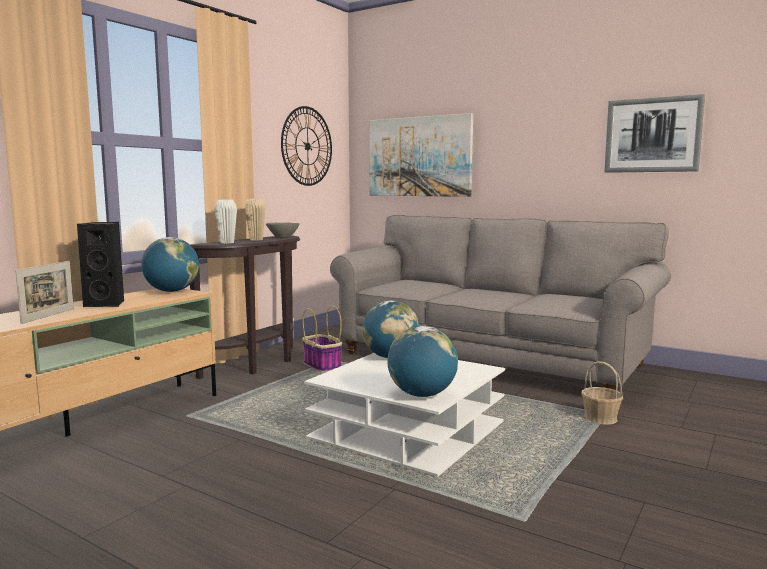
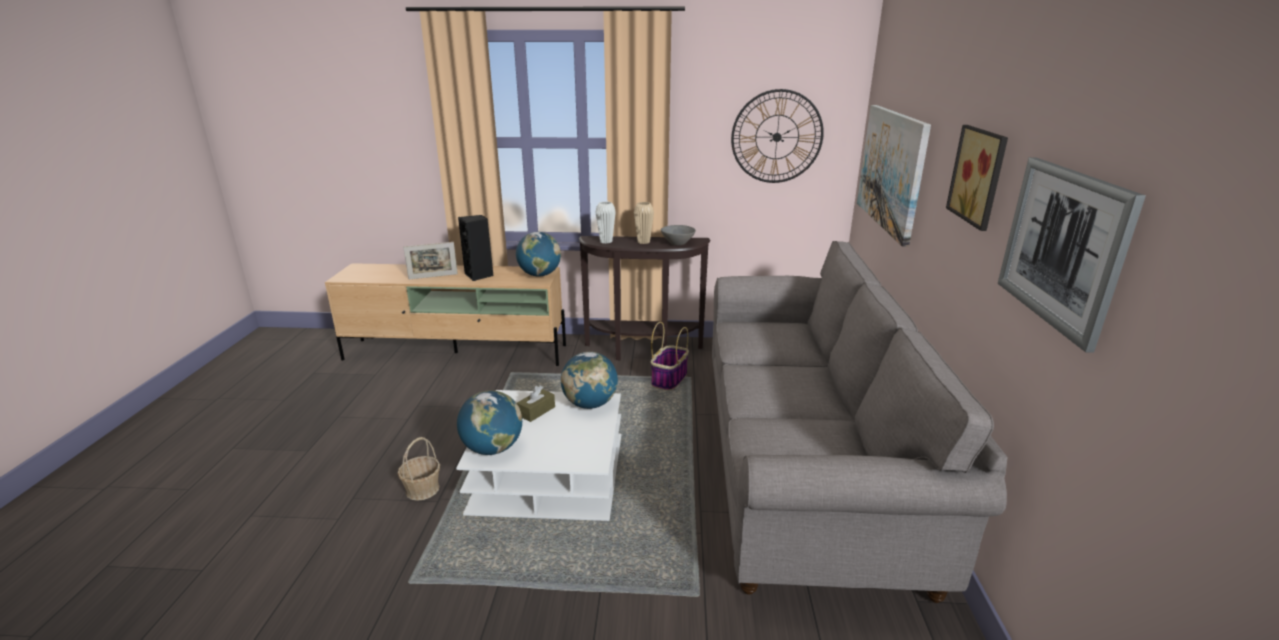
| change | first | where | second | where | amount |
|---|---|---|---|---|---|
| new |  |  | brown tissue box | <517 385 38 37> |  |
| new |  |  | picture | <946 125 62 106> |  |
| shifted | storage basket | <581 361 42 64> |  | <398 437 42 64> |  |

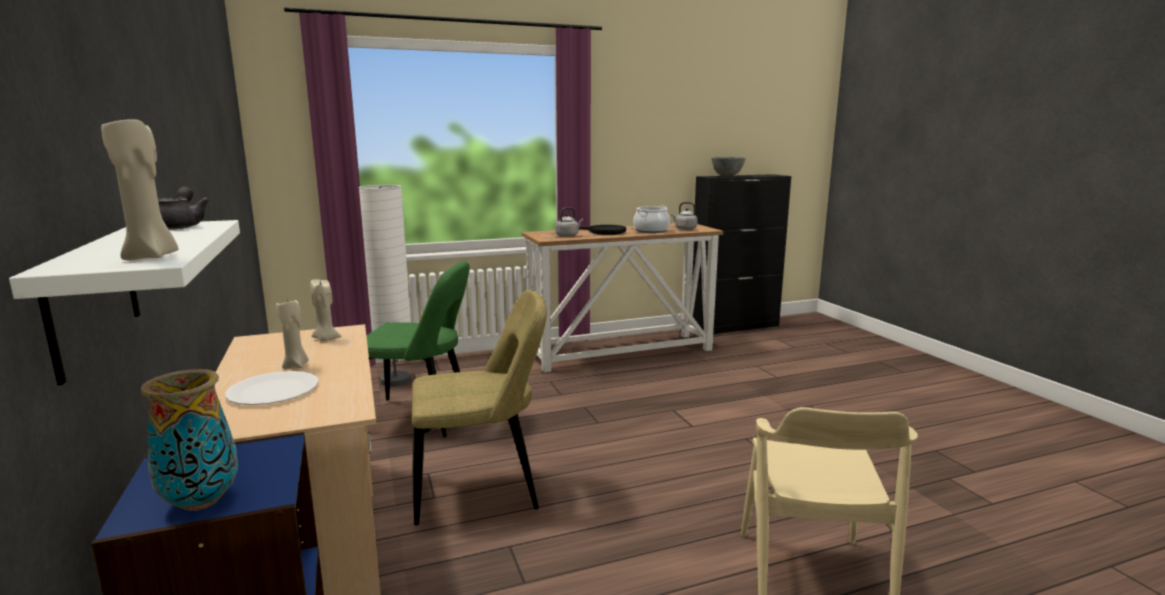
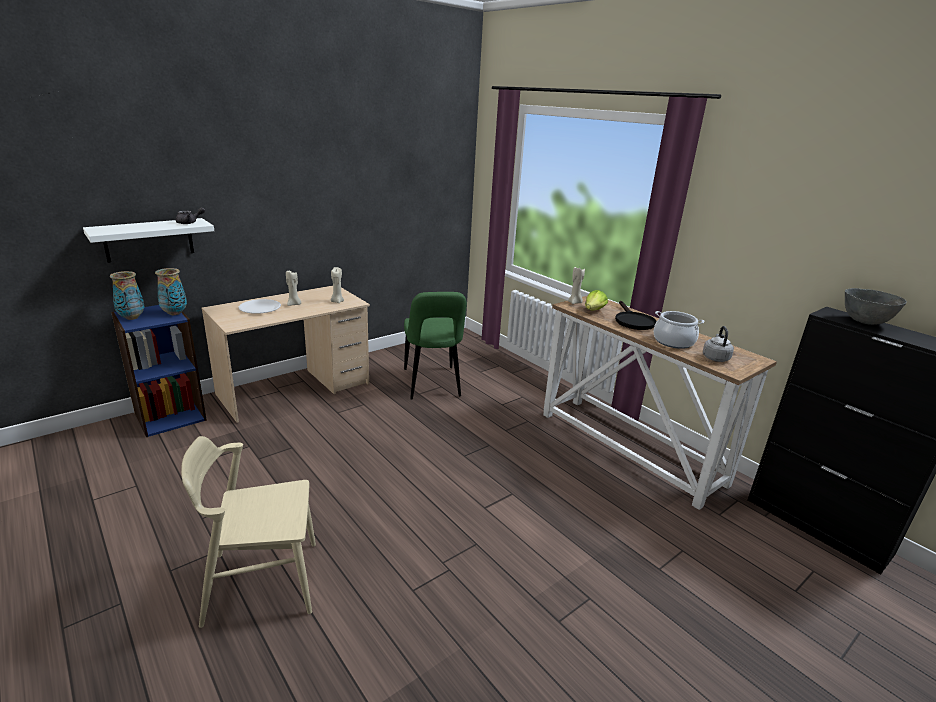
| change | first | where | second | where | amount |
|---|---|---|---|---|---|
| gone | white-coloured standard lamp | <359 185 52 202> |  |  |  |
| gone | beige-coloured upright chair | <412 290 135 235> |  |  |  |
| new |  |  | decorative vase | <155 268 32 47> |  |
| shifted | beige-coloured wax light | <101 118 78 143> |  | <568 267 17 37> |  |
| swapped | greyish water kettle | <555 207 28 30> | lettuce | <585 290 23 20> |  |

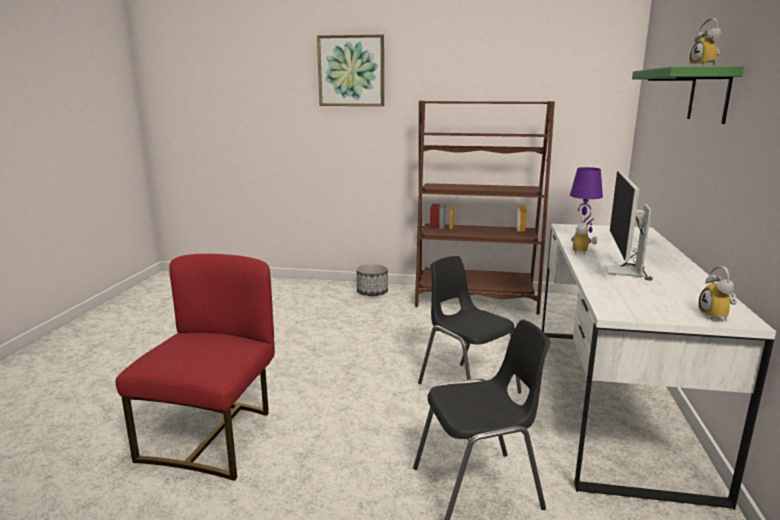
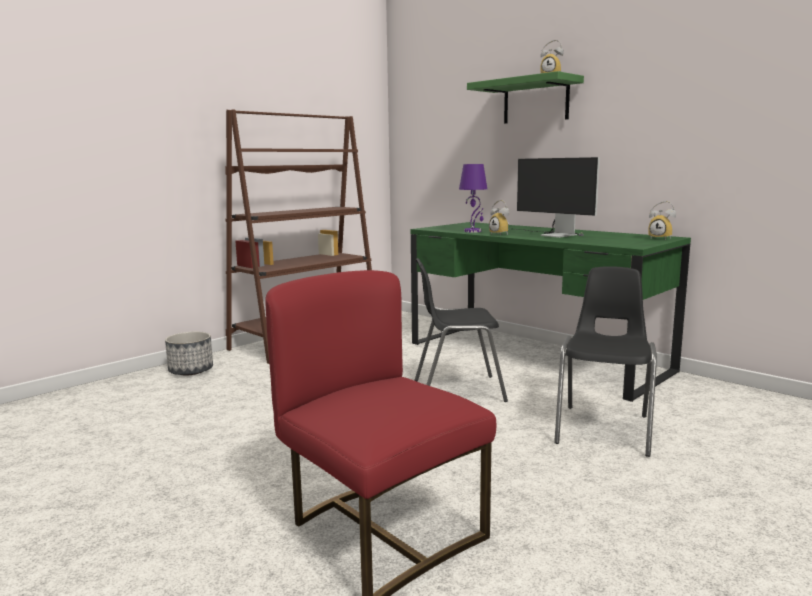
| change | first | where | second | where | amount |
|---|---|---|---|---|---|
| gone | picture | <317 34 67 72> |  |  |  |
| repainted | white-coloured desk table | <542 224 234 286> | green-coloured desk table | <411 222 280 180> |  |

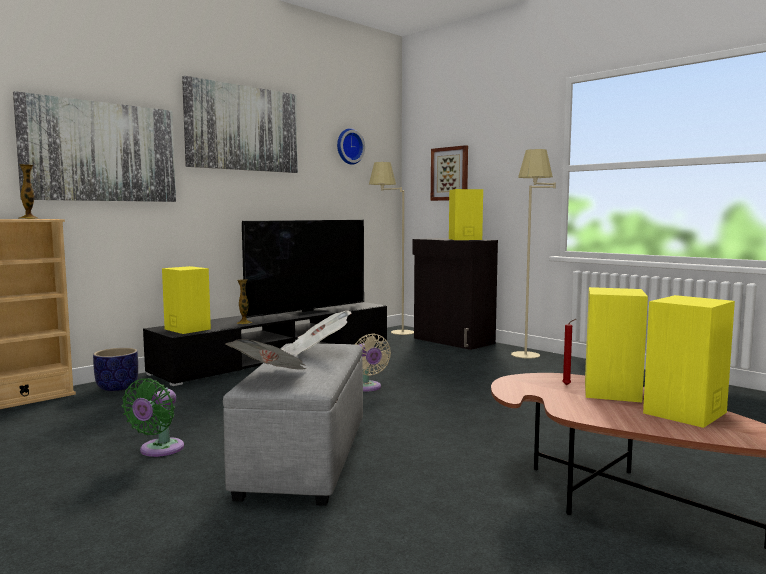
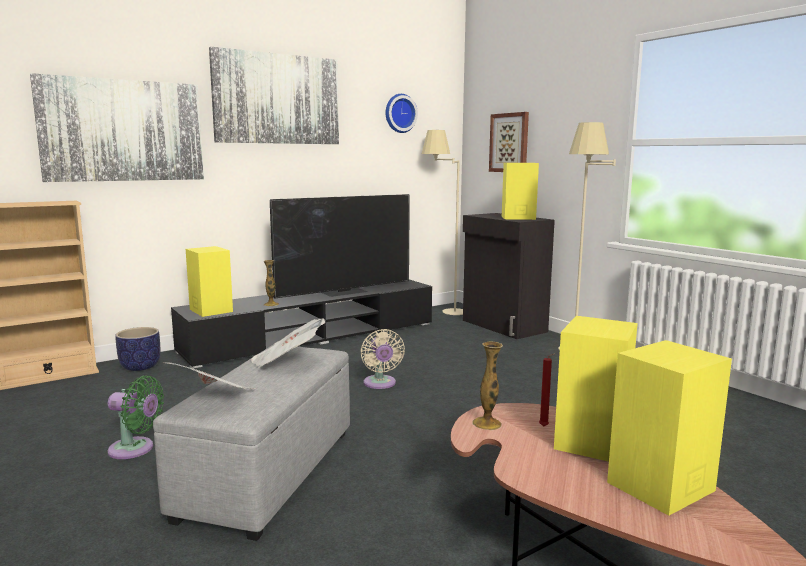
| change | first | where | second | where | amount |
|---|---|---|---|---|---|
| shifted | decorative vase | <18 164 21 55> |  | <472 342 31 88> |  |
| rotated | green-coloured fan | <122 378 62 79> |  | <107 376 57 83> | 105 degrees counterclockwise |

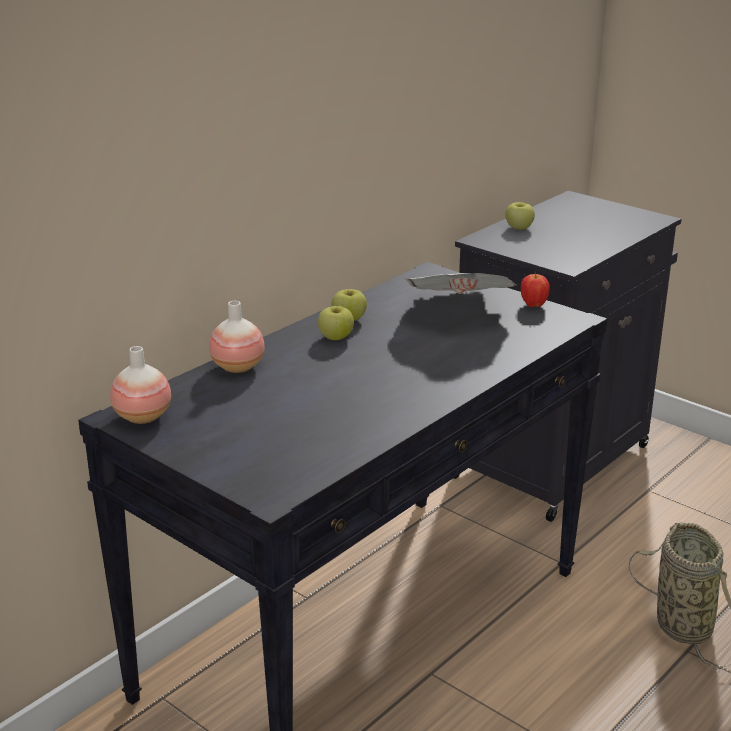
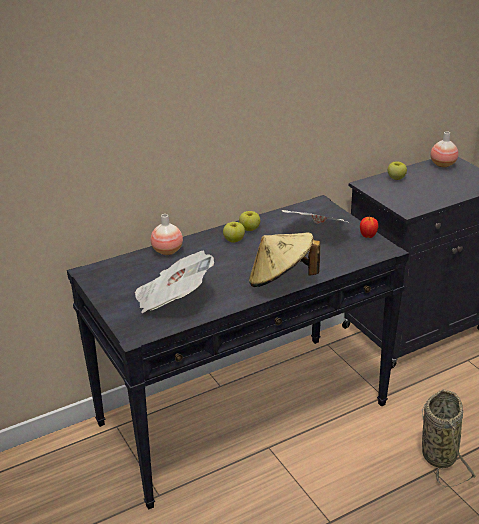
| change | first | where | second | where | amount |
|---|---|---|---|---|---|
| new |  |  | printed paper | <135 251 79 62> |  |
| new |  |  | beige-coloured hat | <249 232 71 55> |  |
| shifted | decorative vase | <110 346 61 78> |  | <430 131 28 37> |  |

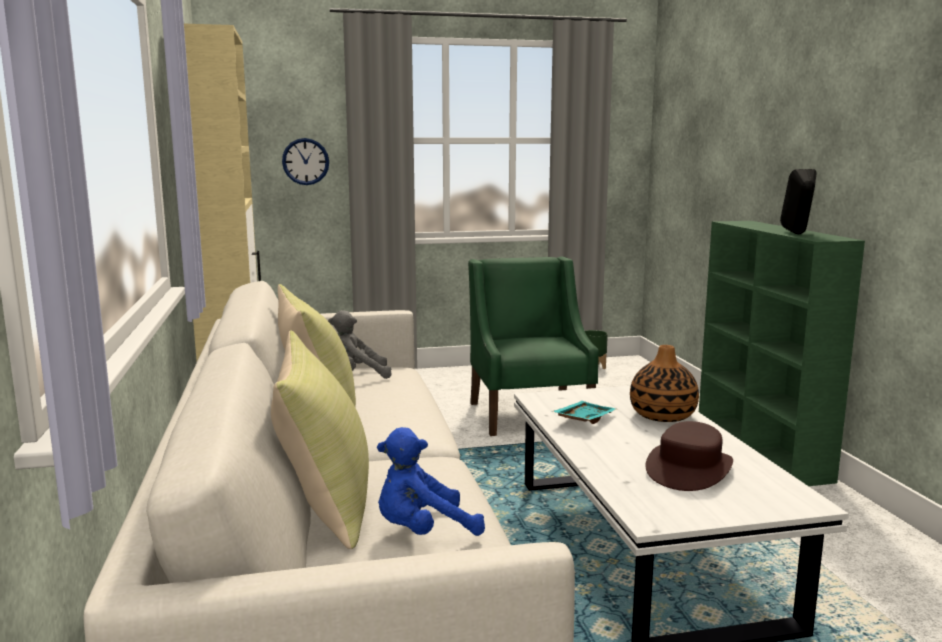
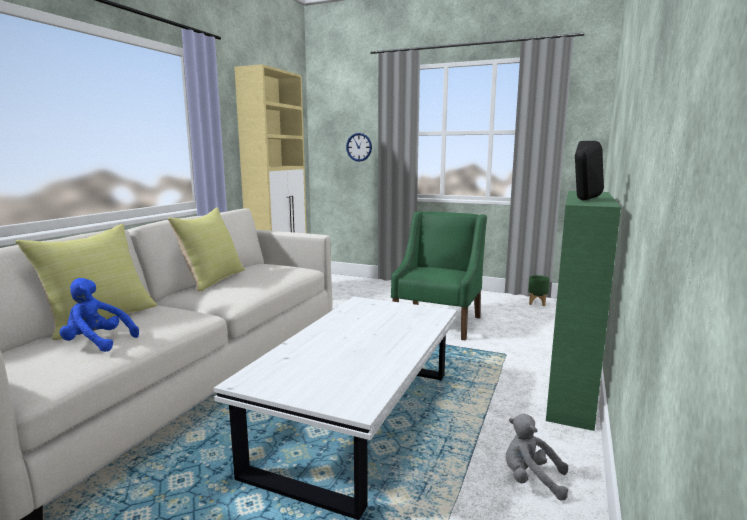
| change | first | where | second | where | amount |
|---|---|---|---|---|---|
| gone | blue-green serving tray | <552 401 64 23> |  |  |  |
| gone | decorative vase | <630 345 69 77> |  |  |  |
| gone | brown hat | <646 421 87 70> |  |  |  |
| shifted | greyish soft toy | <328 310 64 69> |  | <506 414 62 86> |  |

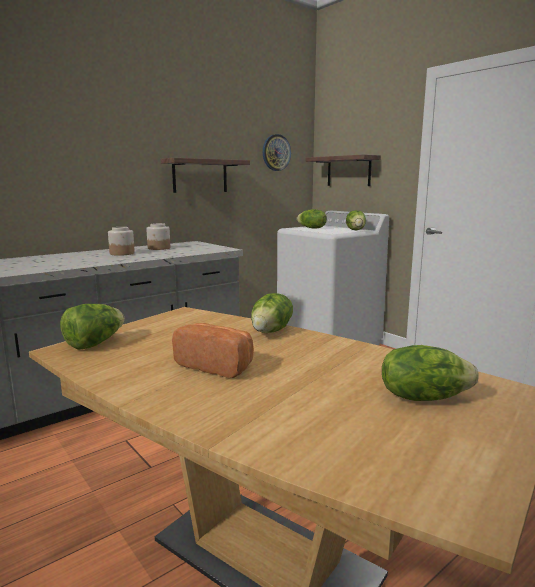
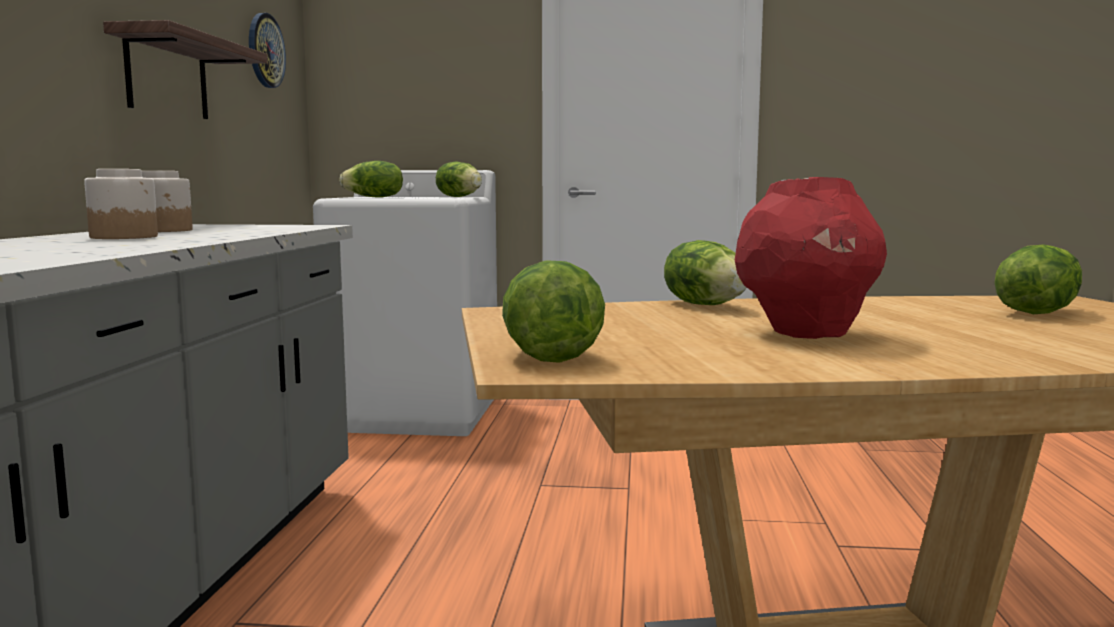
| change | first | where | second | where | amount |
|---|---|---|---|---|---|
| gone | shelf | <306 154 75 32> |  |  |  |
| swapped | bakery bread | <172 323 82 55> | red-coloured decorative vase | <735 177 152 162> |  |

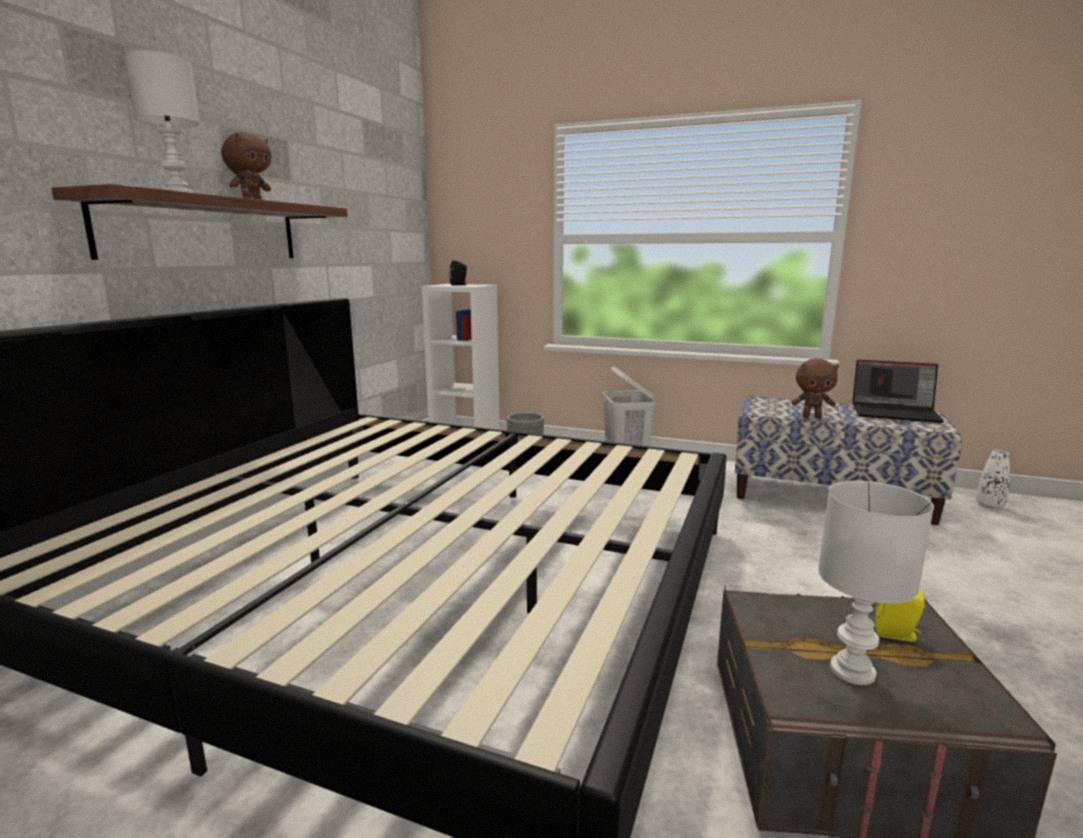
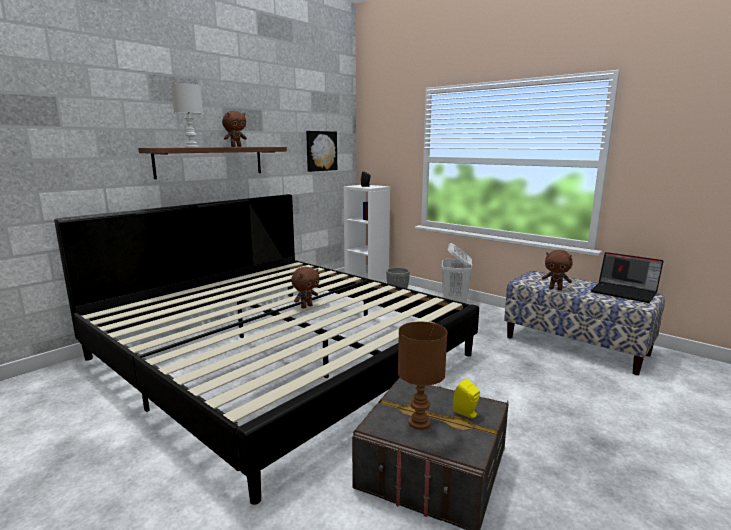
| change | first | where | second | where | amount |
|---|---|---|---|---|---|
| gone | white-coloured decorative vase | <976 450 34 59> |  |  |  |
| new |  |  | brown soft toy | <291 267 29 42> |  |
| new |  |  | picture | <306 131 31 41> |  |
| repainted | white-coloured table lamp | <818 481 116 204> | brown table lamp | <398 322 49 108> |  |

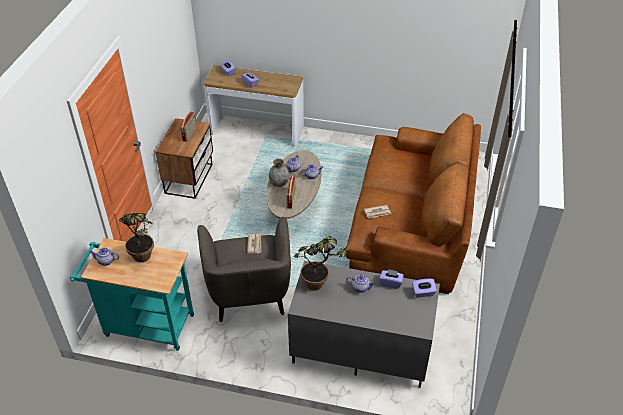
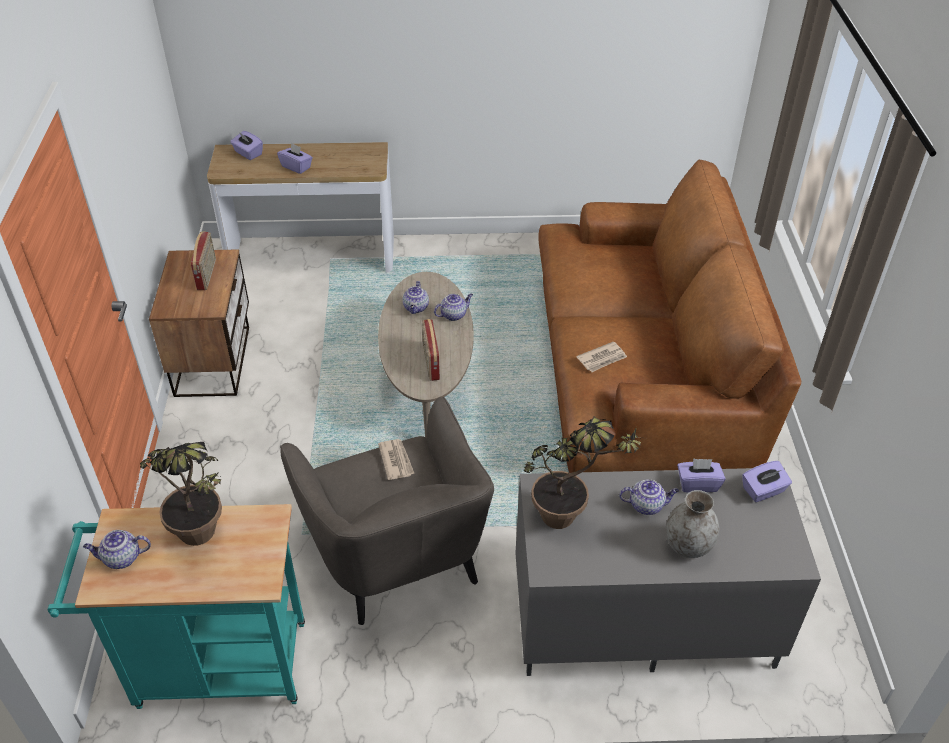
| change | first | where | second | where | amount |
|---|---|---|---|---|---|
| shifted | greyish decorative vase | <269 158 20 29> |  | <666 490 53 68> |  |

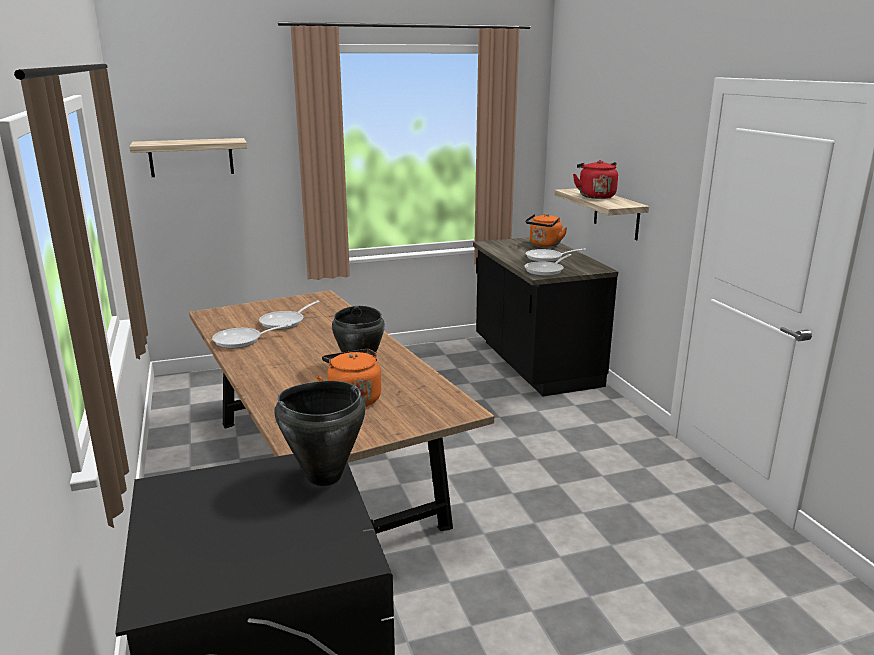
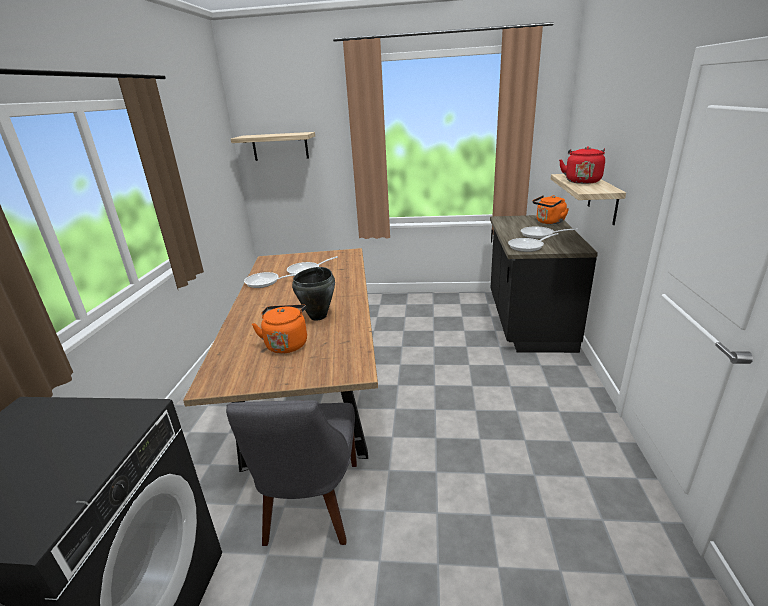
| change | first | where | second | where | amount |
|---|---|---|---|---|---|
| gone | black-coloured cooking pot | <274 381 92 105> |  |  |  |
| new |  |  | greyish upright chair | <226 400 131 146> |  |

